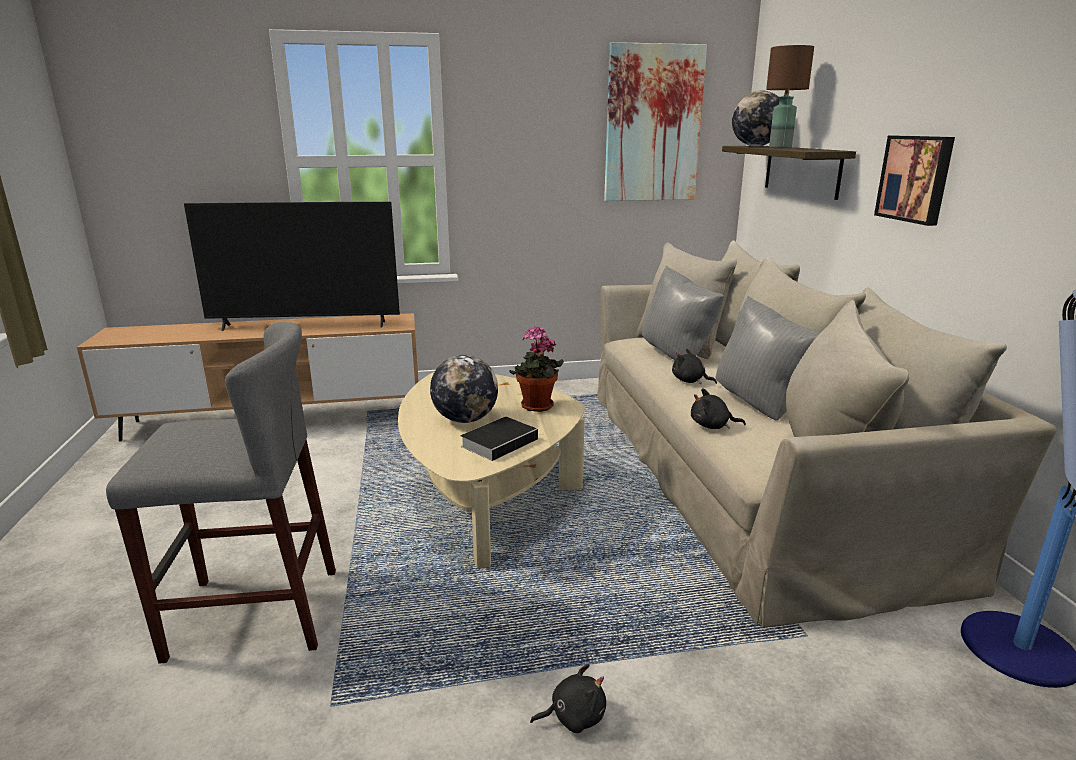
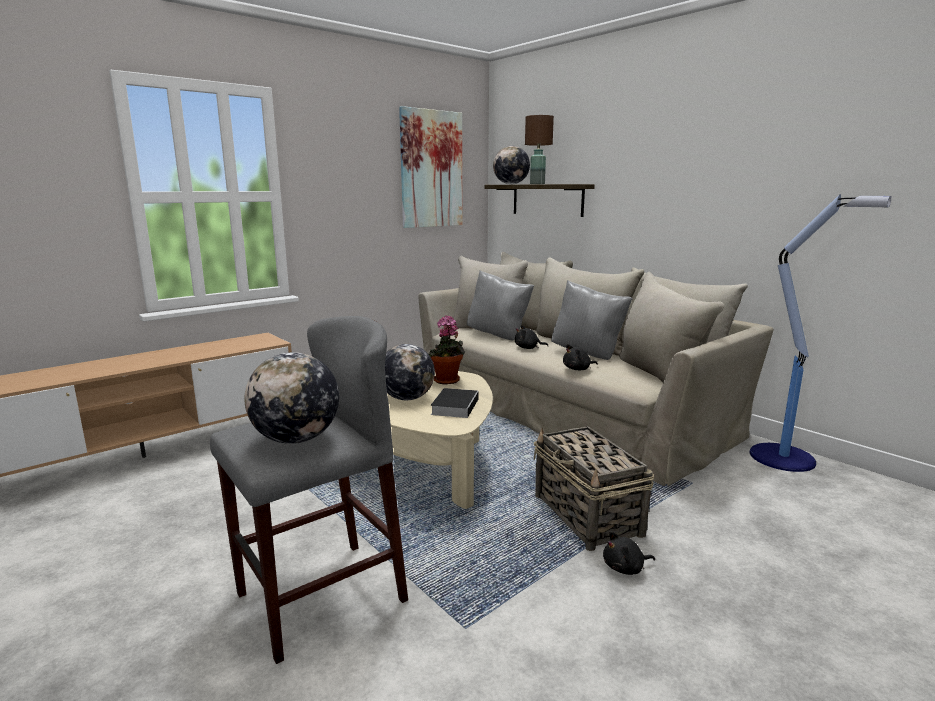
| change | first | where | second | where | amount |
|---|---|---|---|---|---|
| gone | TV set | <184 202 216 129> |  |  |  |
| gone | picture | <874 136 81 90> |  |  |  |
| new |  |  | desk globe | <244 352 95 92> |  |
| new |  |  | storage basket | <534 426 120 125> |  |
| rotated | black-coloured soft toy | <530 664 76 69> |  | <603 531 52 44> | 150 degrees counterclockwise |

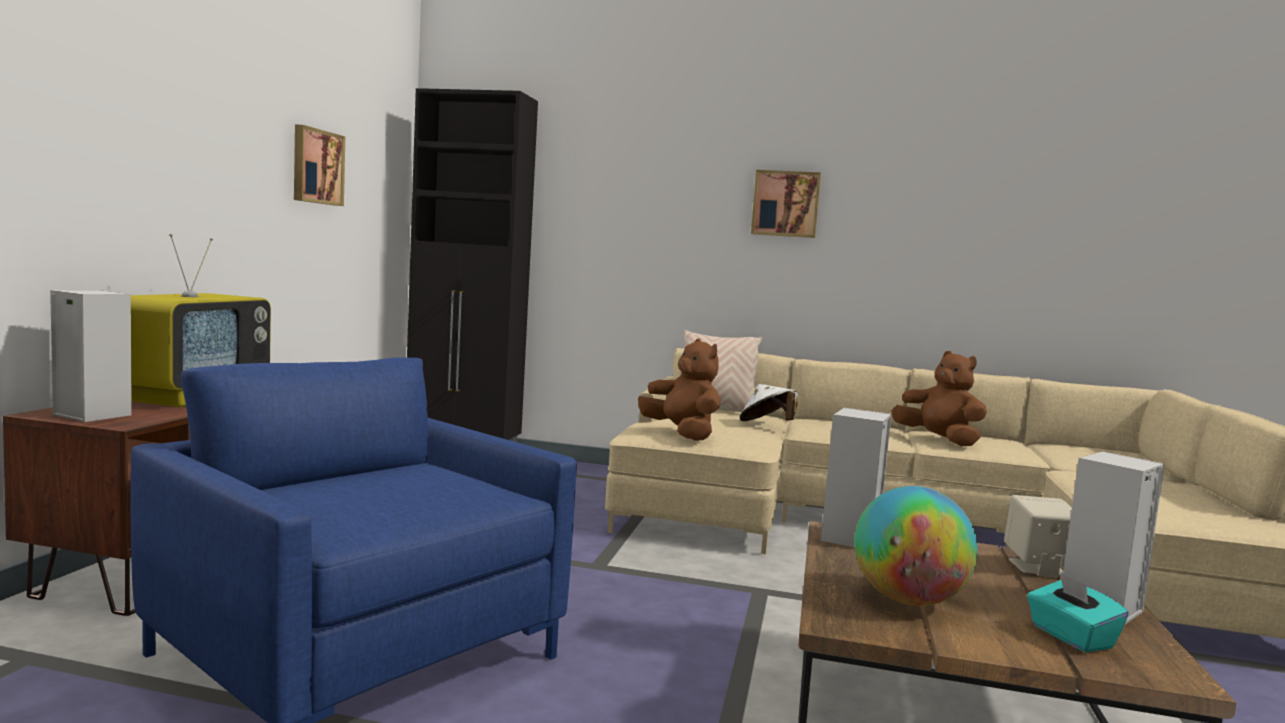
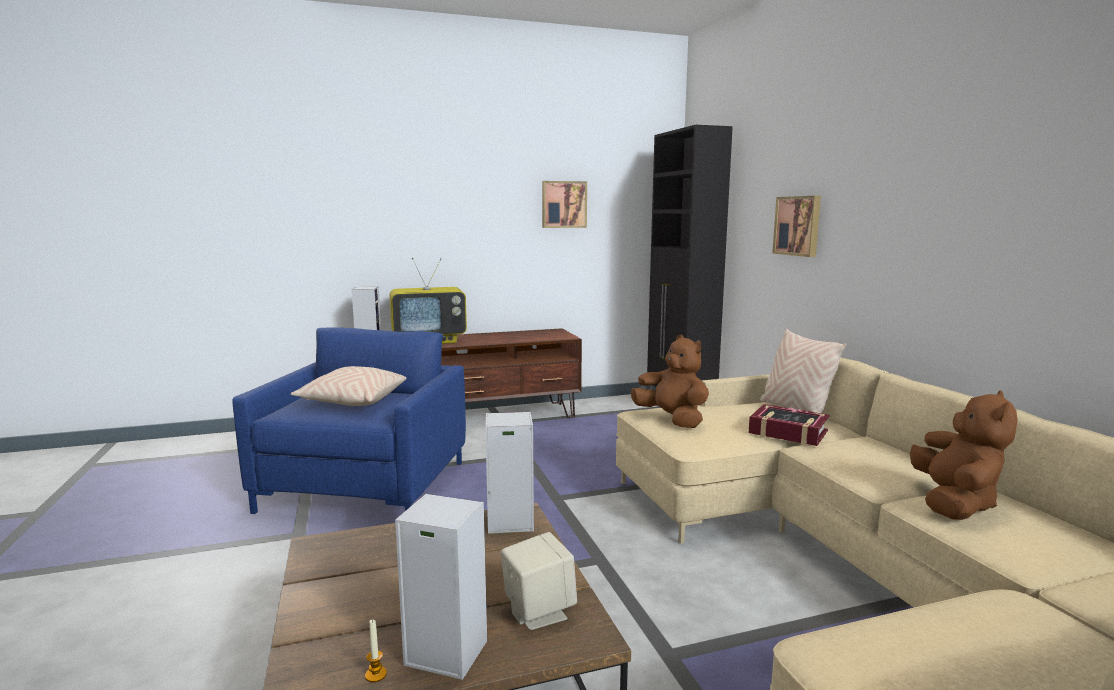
| change | first | where | second | where | amount |
|---|---|---|---|---|---|
| gone | desk globe | <855 486 123 120> |  |  |  |
| gone | blue-green tissue box | <1027 572 102 80> |  |  |  |
| new |  |  | beige-coloured cushion | <291 366 115 40> |  |
| new |  |  | wax light | <365 619 22 64> |  |
| shifted | picture | <751 170 70 68> |  | <772 196 49 61> |  |
| swapped | white-coloured hat | <740 384 58 37> | bound book | <749 404 80 42> |  |
| rotated | brown soft toy | <638 339 83 102> |  | <631 335 78 93> | 60 degrees counterclockwise |

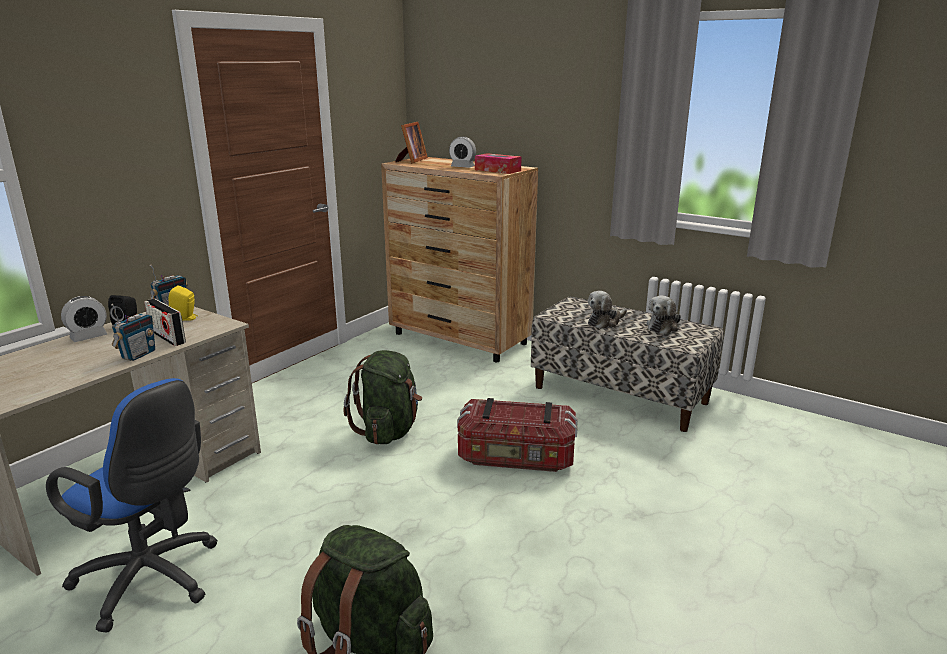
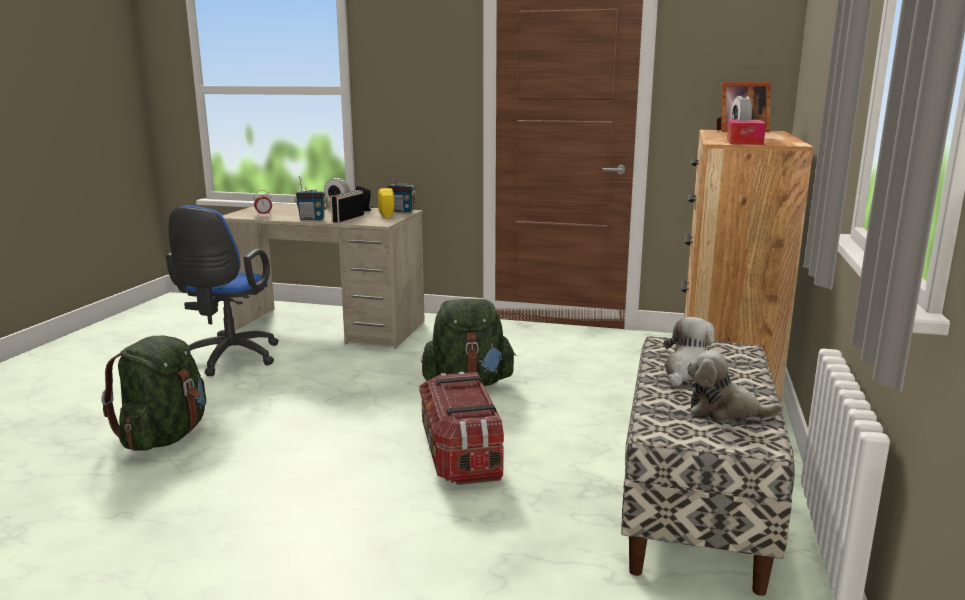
| change | first | where | second | where | amount |
|---|---|---|---|---|---|
| new |  |  | bedside clock | <253 190 19 25> |  |
| rotated | soft toy | <588 291 39 38> |  | <664 317 51 69> | 90 degrees clockwise |

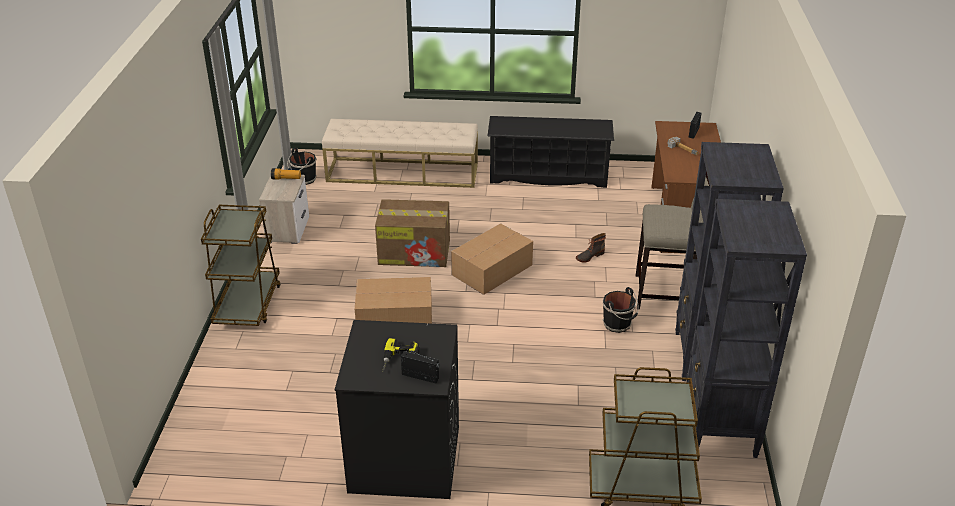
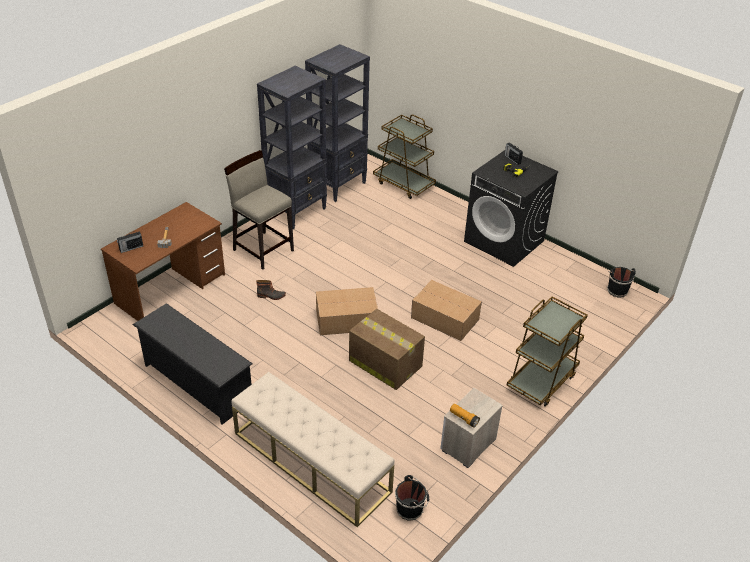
| change | first | where | second | where | amount |
|---|---|---|---|---|---|
| shifted | black-coloured bucket | <603 287 35 46> |  | <607 267 29 31> |  |

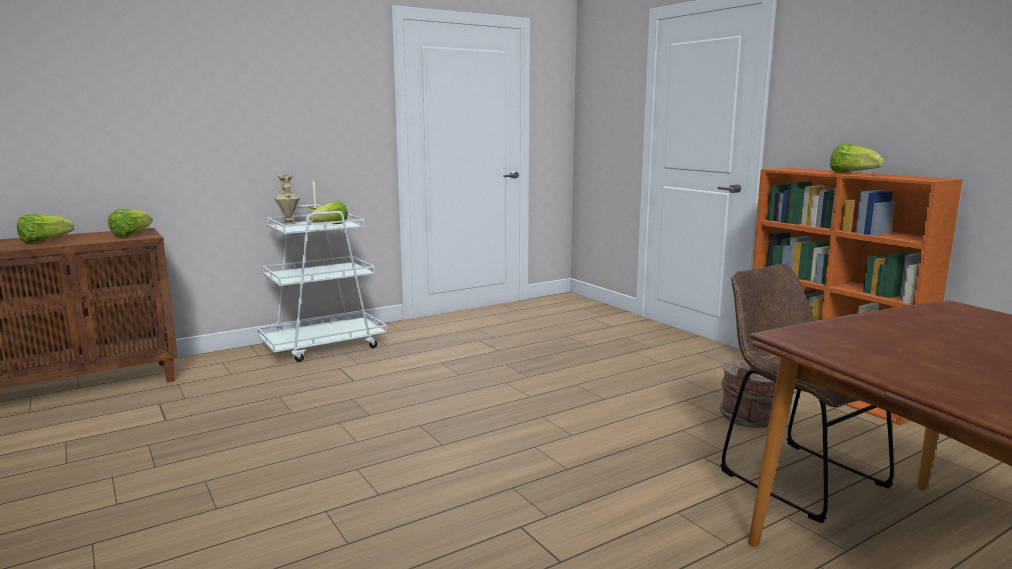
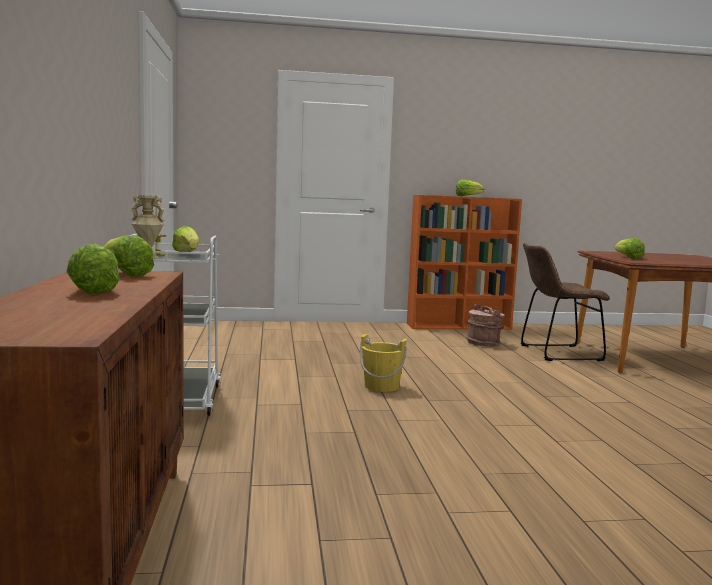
| change | first | where | second | where | amount |
|---|---|---|---|---|---|
| new |  |  | yellowish bucket | <360 334 47 58> |  |
| new |  |  | lettuce | <615 238 30 21> |  |

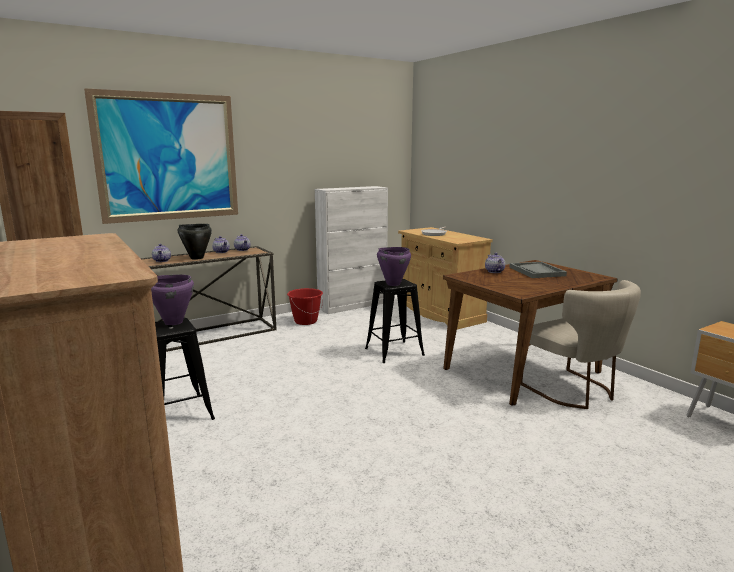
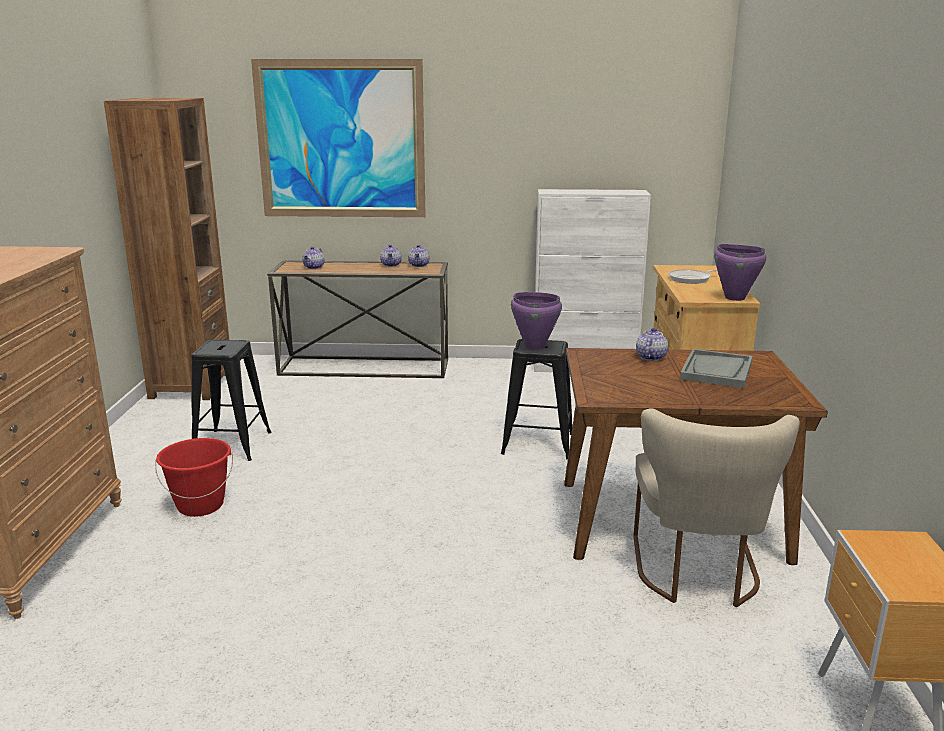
| change | first | where | second | where | amount |
|---|---|---|---|---|---|
| gone | black-coloured cooking pot | <178 224 34 36> |  |  |  |
| shifted | purplish cooking pot | <151 275 43 50> |  | <714 244 52 57> |  |
| shifted | red-coloured bucket | <287 288 36 37> |  | <155 438 78 79> |  |

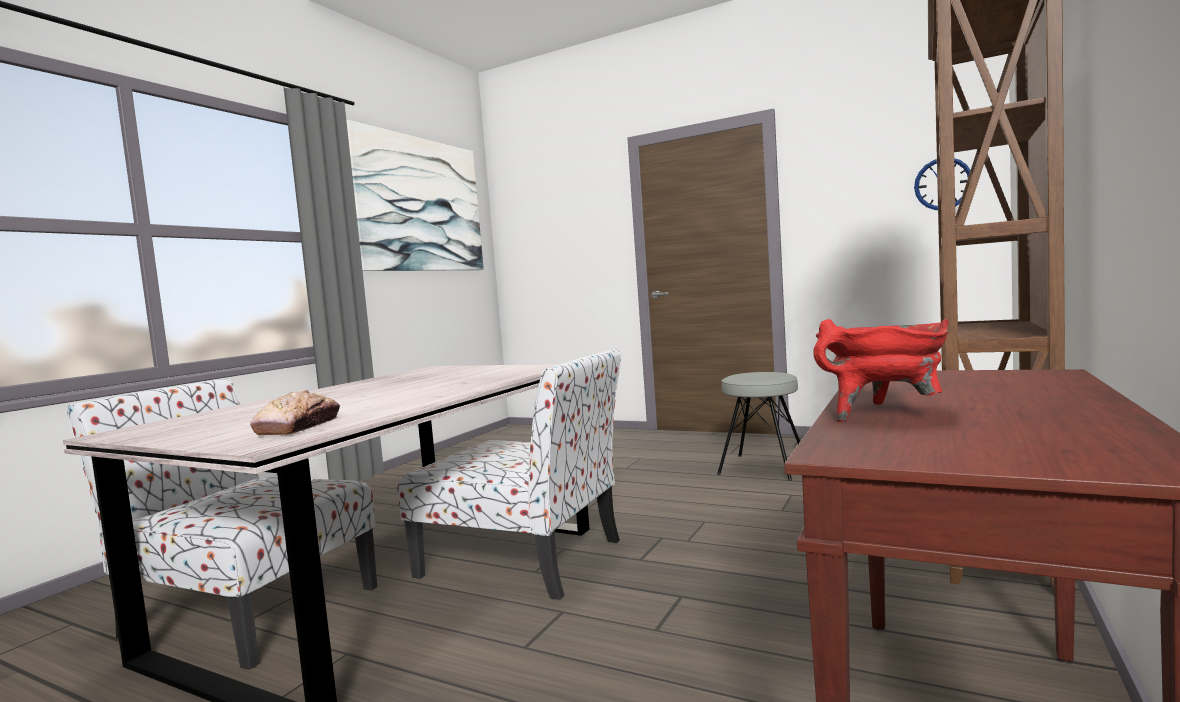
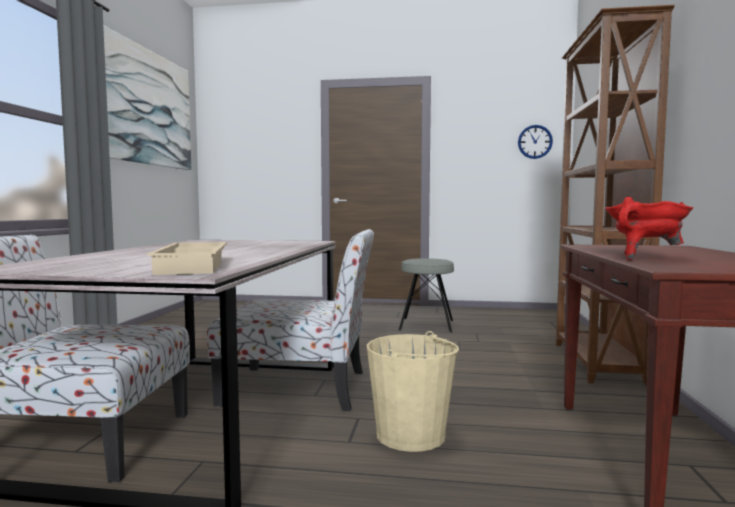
| change | first | where | second | where | amount |
|---|---|---|---|---|---|
| new |  |  | beige-coloured bucket | <367 331 92 121> |  |
| swapped | bakery bread | <250 390 90 46> | beige-coloured serving tray | <147 242 80 33> |  |

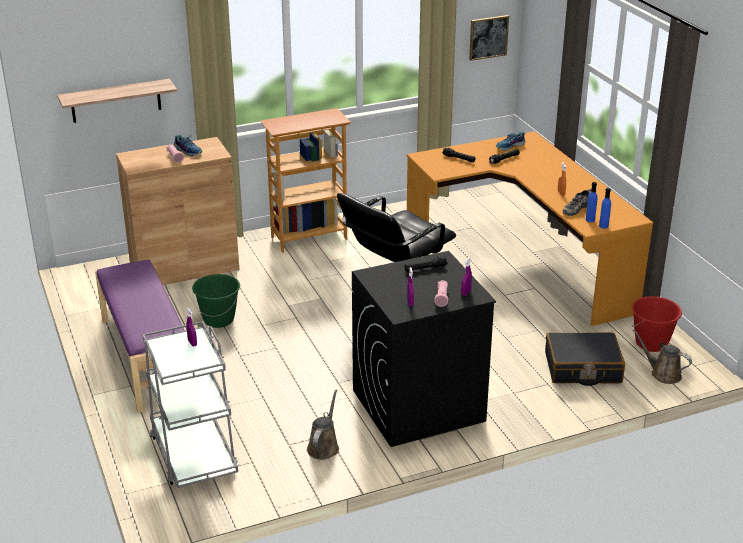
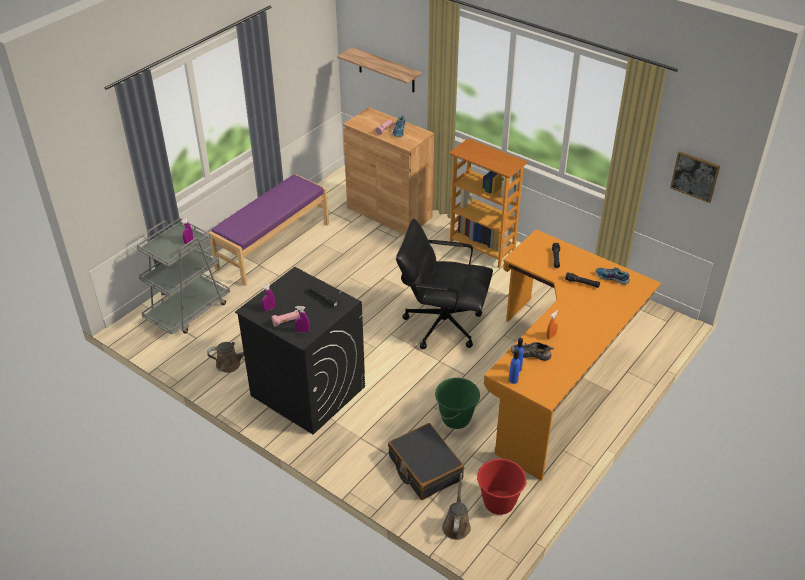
| change | first | where | second | where | amount |
|---|---|---|---|---|---|
| shifted | green-coloured bucket | <192 274 48 54> |  | <435 378 45 51> |  |

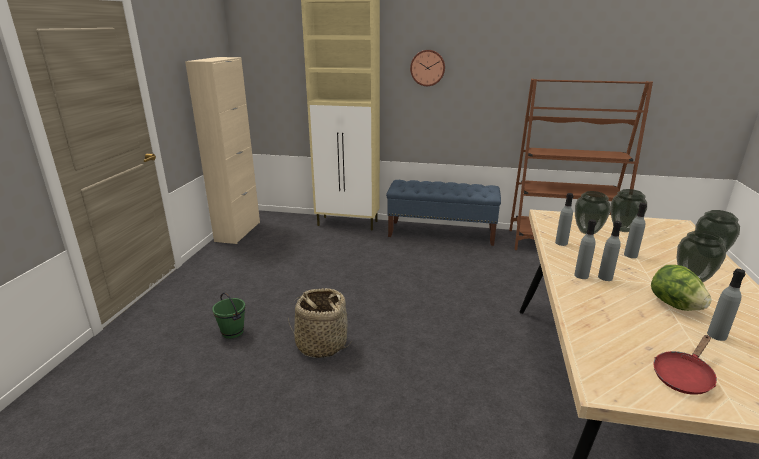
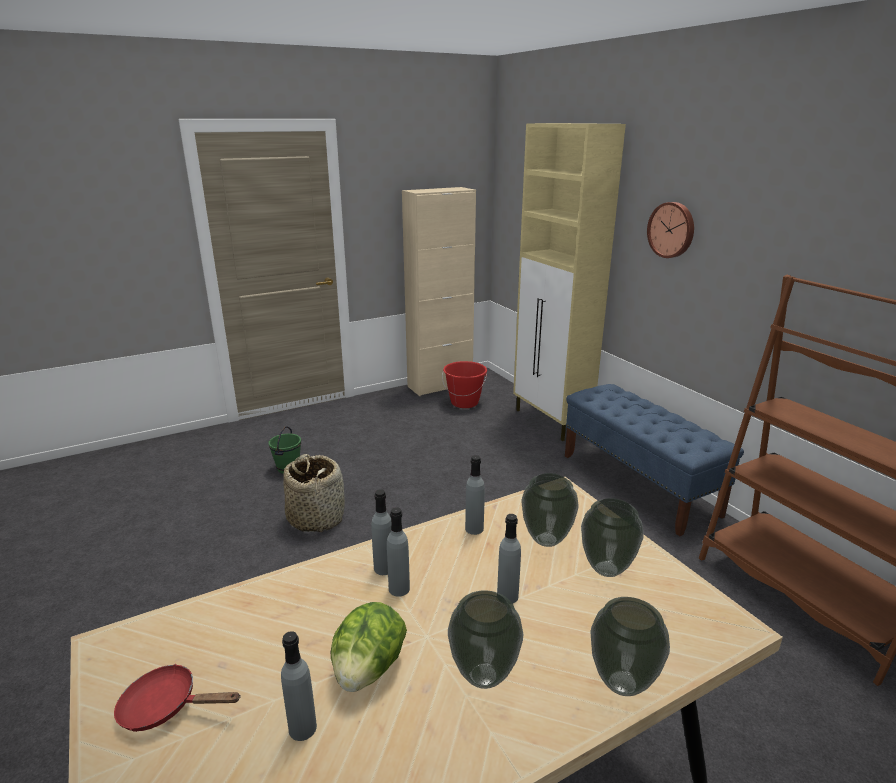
| change | first | where | second | where | amount |
|---|---|---|---|---|---|
| new |  |  | red-coloured bucket | <442 361 45 47> |  |

